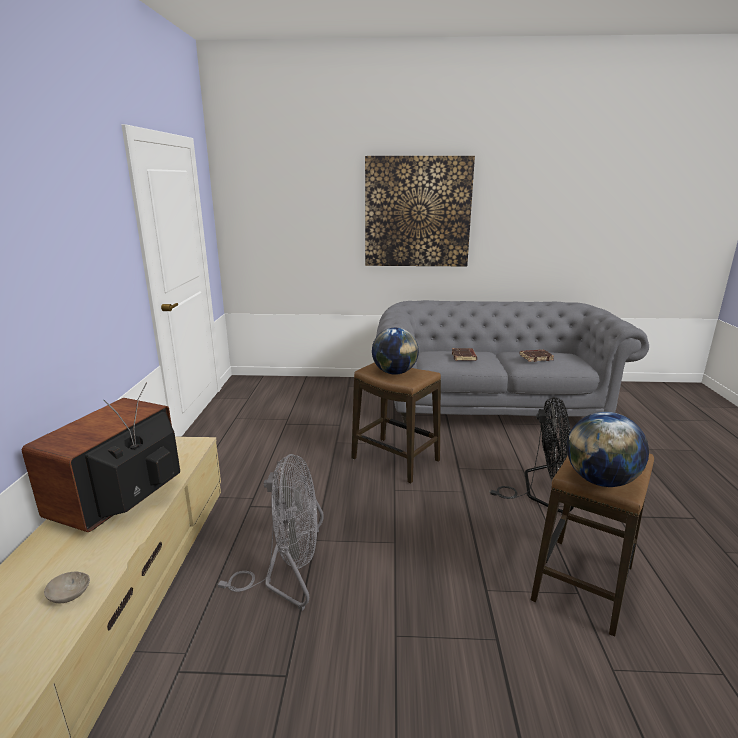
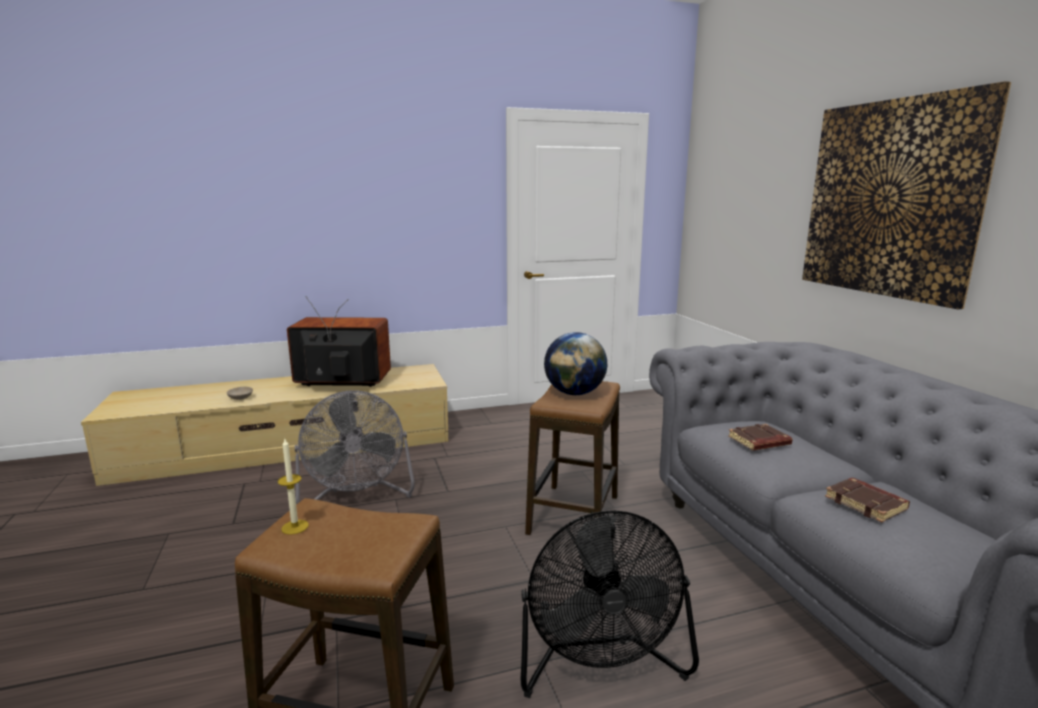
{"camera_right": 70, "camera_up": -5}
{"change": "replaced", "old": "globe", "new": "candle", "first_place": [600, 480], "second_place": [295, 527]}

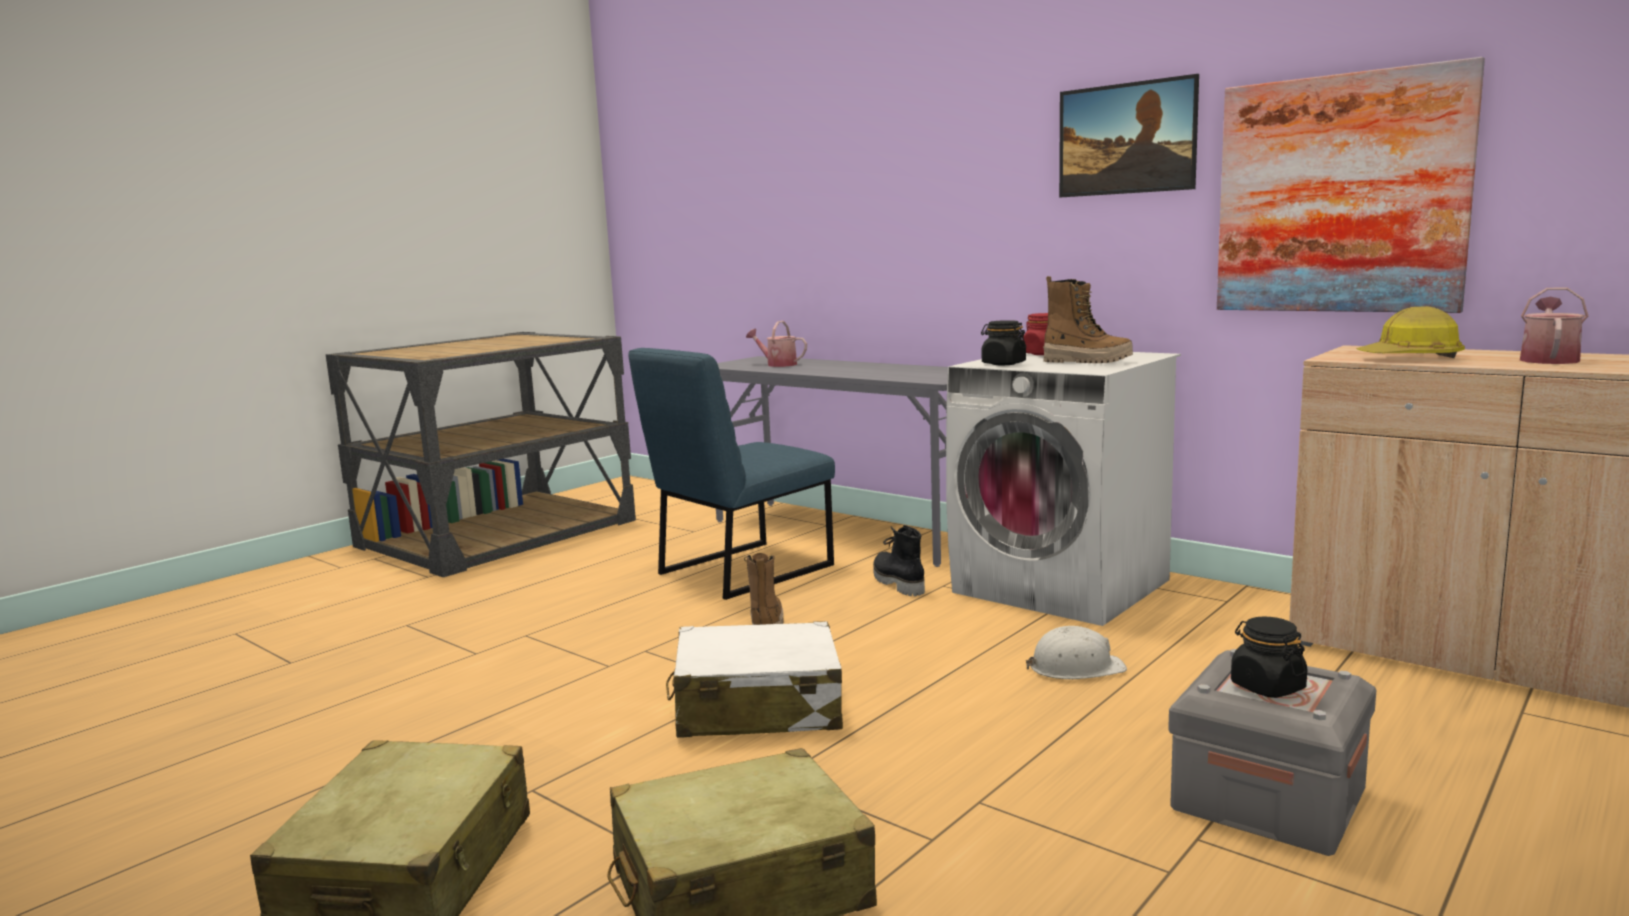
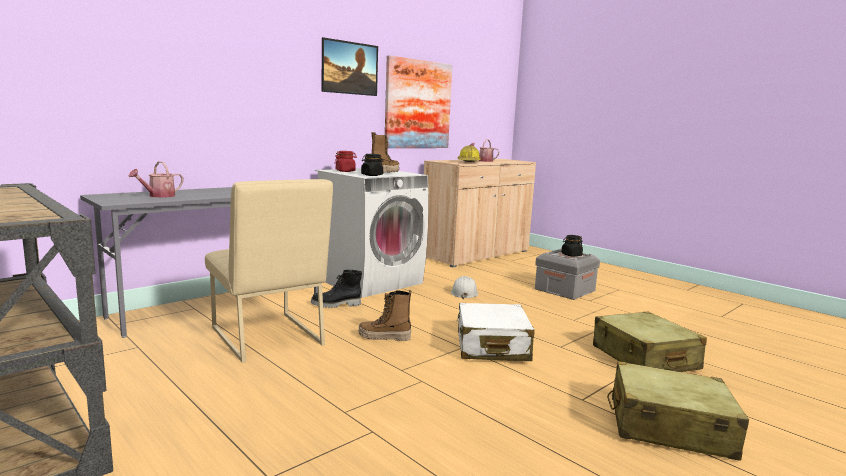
{"camera_right": -85, "camera_up": 0}
{"change": "recoloured", "old": "chair (blue)", "new": "chair (beige)", "first_place": [741, 570], "second_place": [267, 337]}

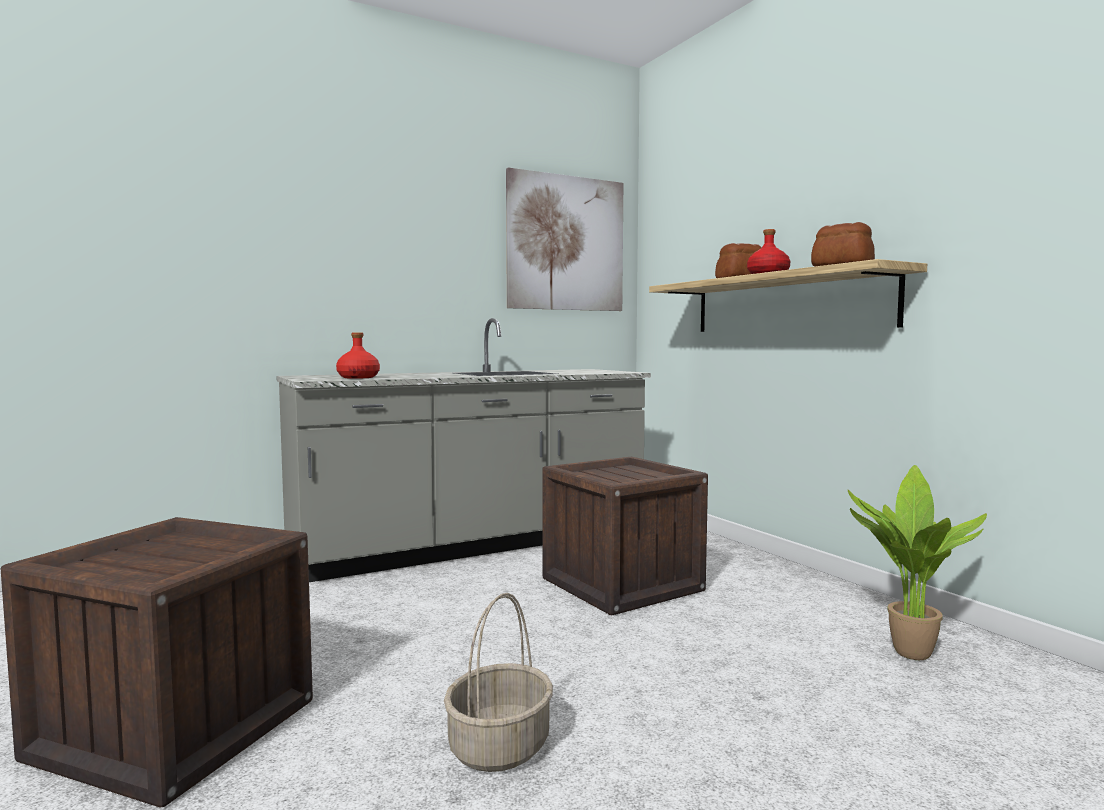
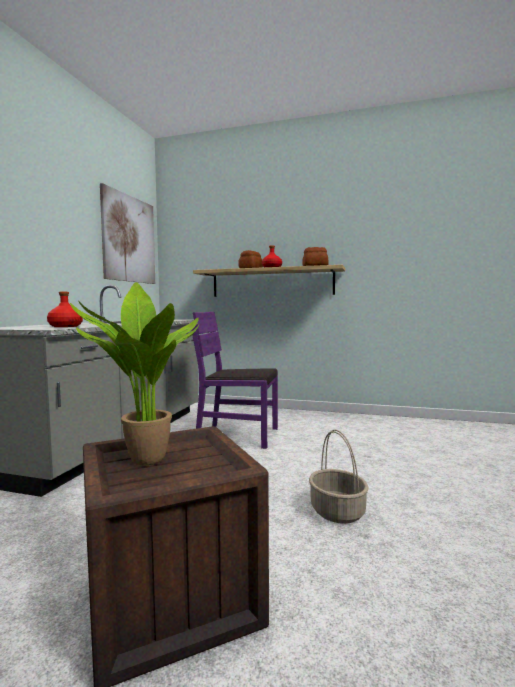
{"camera_right": -45, "camera_up": 0}
{"change": "moved", "old": "potted plant", "first_place": [905, 652], "second_place": [141, 460]}
{"change": "replaced", "old": "crate", "new": "chair (purple)", "first_place": [622, 584], "second_place": [238, 435]}

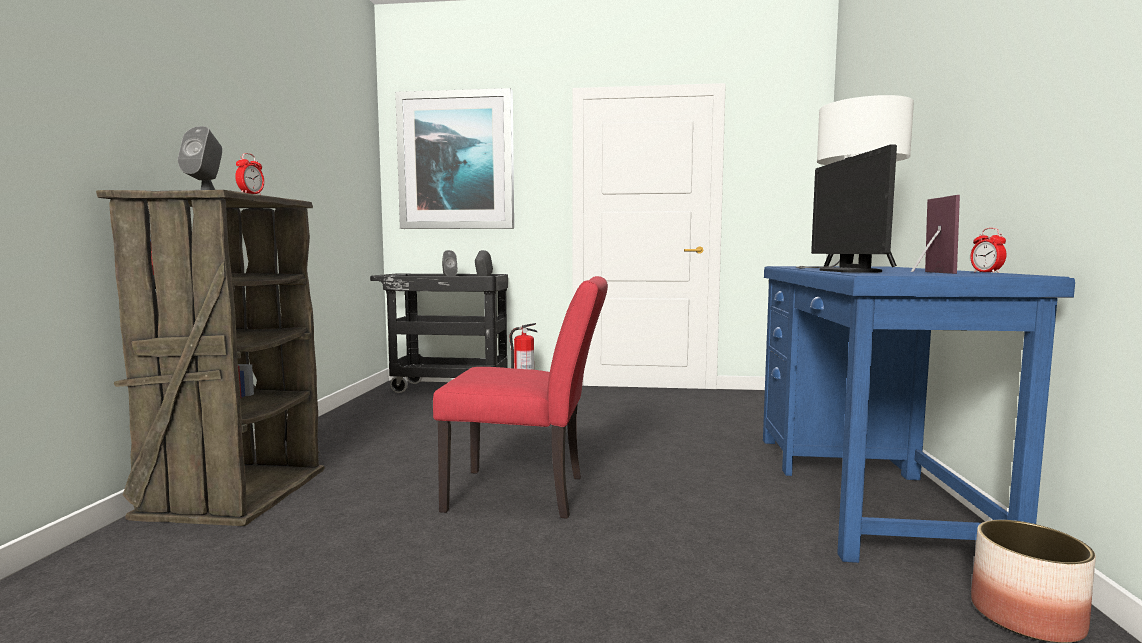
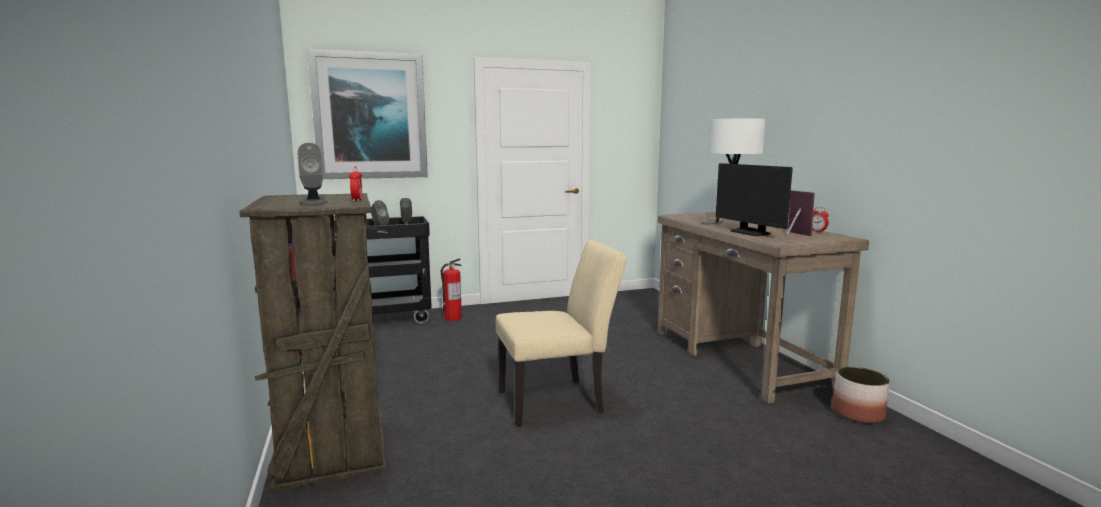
{"camera_right": -25, "camera_up": 5}
{"change": "recoloured", "old": "chair (red)", "new": "chair (beige)", "first_place": [528, 494], "second_place": [558, 400]}
{"change": "recoloured", "old": "desk (blue)", "new": "desk (brown)", "first_place": [864, 489], "second_place": [740, 358]}

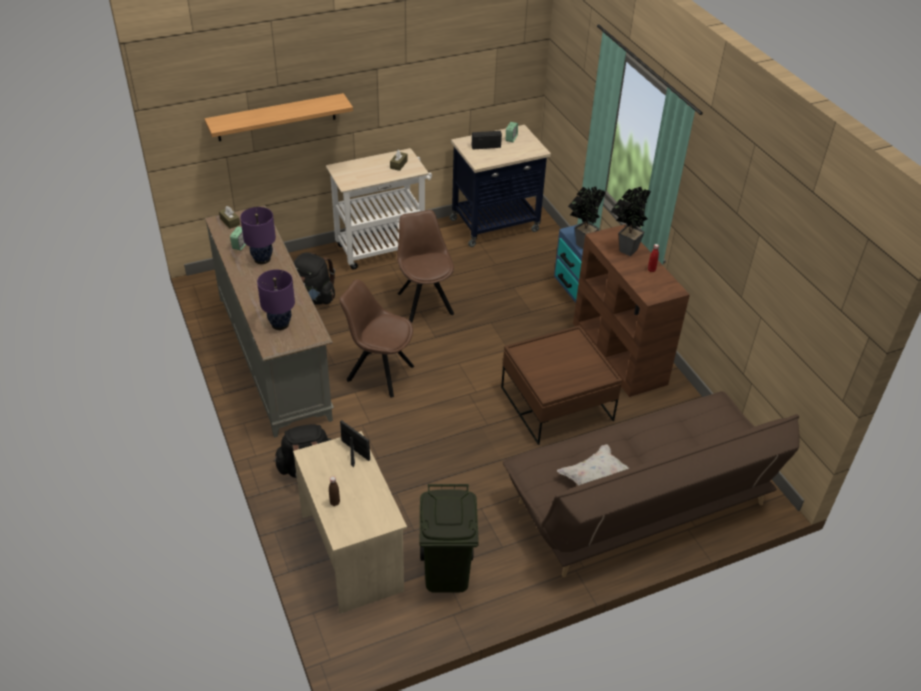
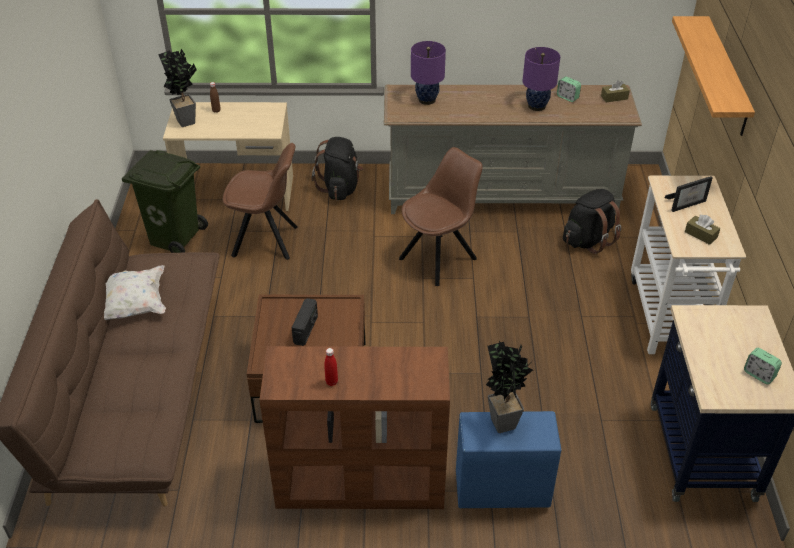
{"camera_right": 115, "camera_up": 0}
{"change": "moved", "old": "potted plant", "first_place": [625, 251], "second_place": [186, 119]}
{"change": "moved", "old": "chair (brown)", "first_place": [424, 303], "second_place": [266, 241]}
{"change": "moved", "old": "radio", "first_place": [486, 146], "second_place": [306, 330]}
{"change": "moved", "old": "picture frame", "first_place": [352, 452], "second_place": [686, 203]}

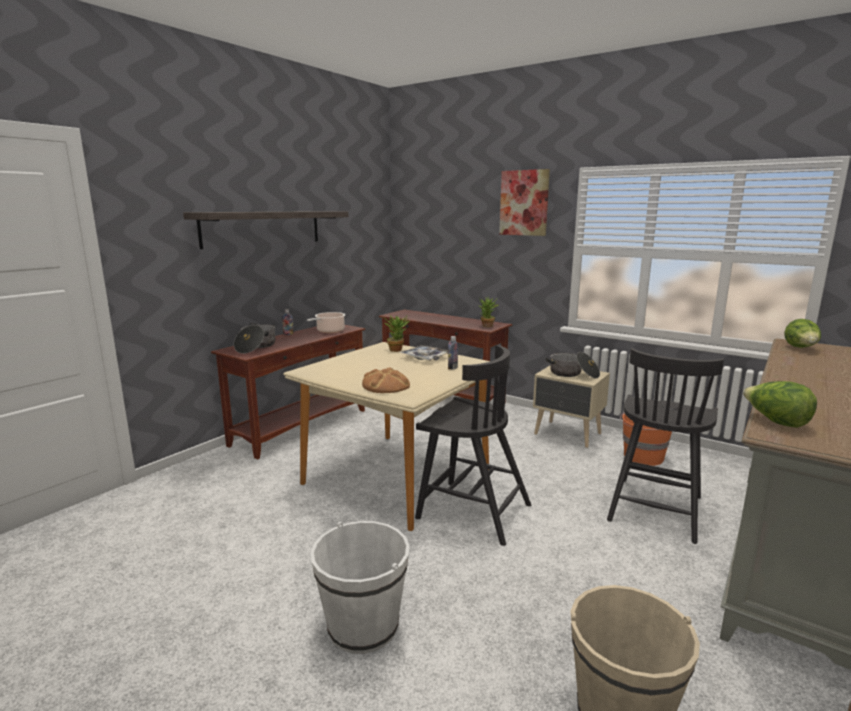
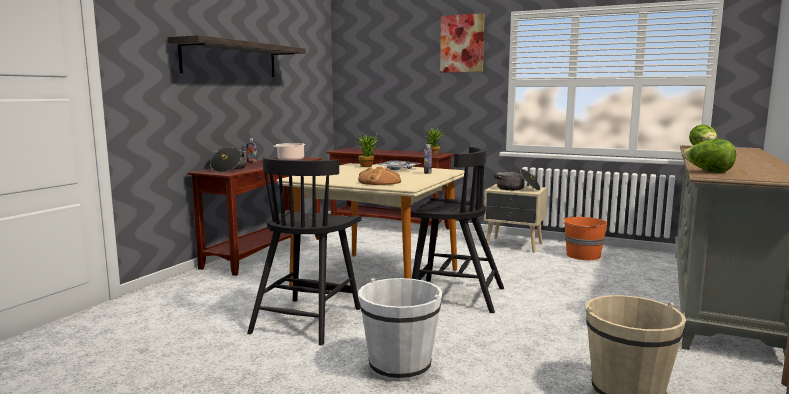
{"camera_right": -10, "camera_up": -5}
{"change": "moved", "old": "chair (black)", "first_place": [655, 506], "second_place": [308, 319]}

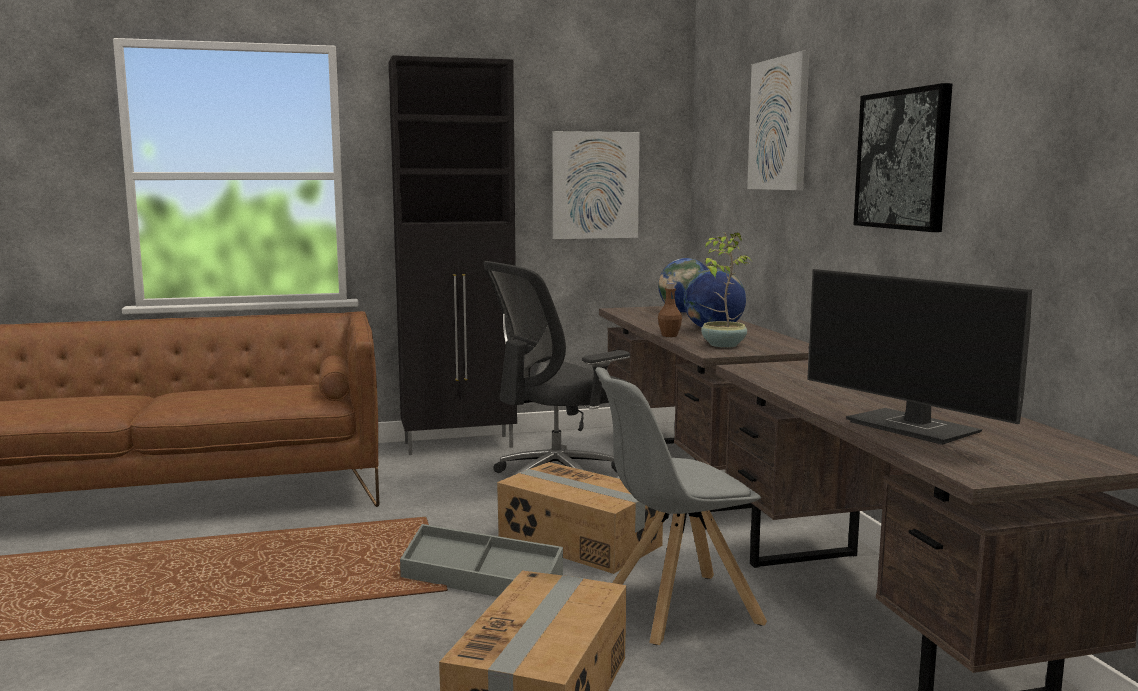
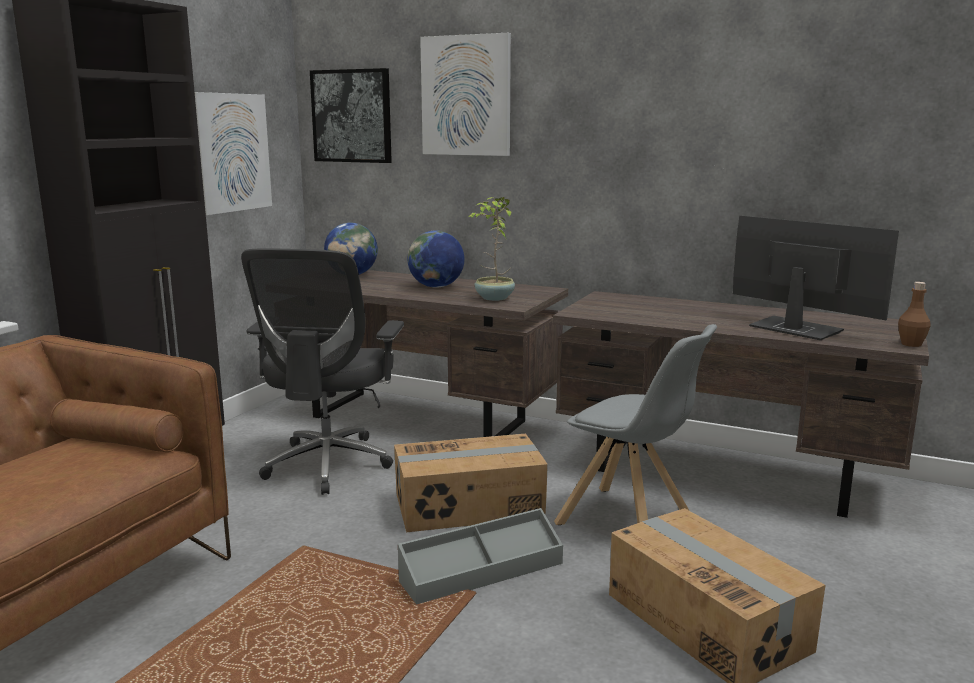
{"camera_right": -50, "camera_up": 5}
{"change": "moved", "old": "picture", "first_place": [903, 160], "second_place": [352, 116]}
{"change": "turned", "old": "chair (grey)", "first_place": [676, 608], "second_place": [630, 520], "degrees": -75}
{"change": "turned", "old": "monitor", "first_place": [914, 428], "second_place": [793, 329], "degrees": -135}
{"change": "moved", "old": "bottle (brown)", "first_place": [669, 335], "second_place": [911, 344]}

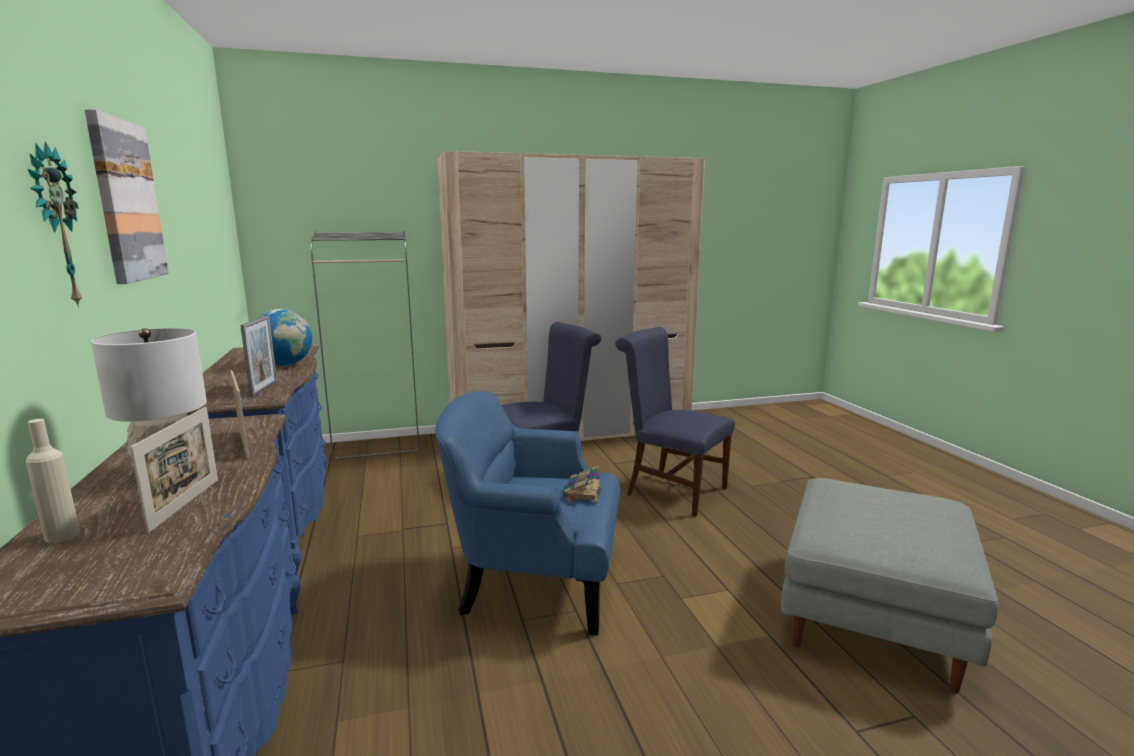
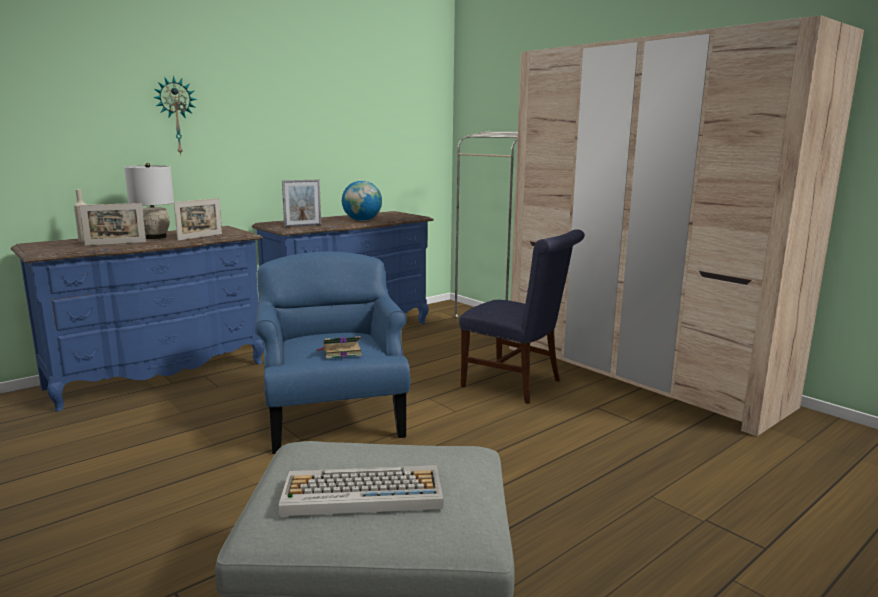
{"camera_right": 65, "camera_up": 0}
{"change": "added", "new": "keyboard", "second_place": [361, 493]}
{"change": "removed", "old": "picture", "first_place": [126, 201]}
{"change": "removed", "old": "chair (blue)", "first_place": [670, 490]}

